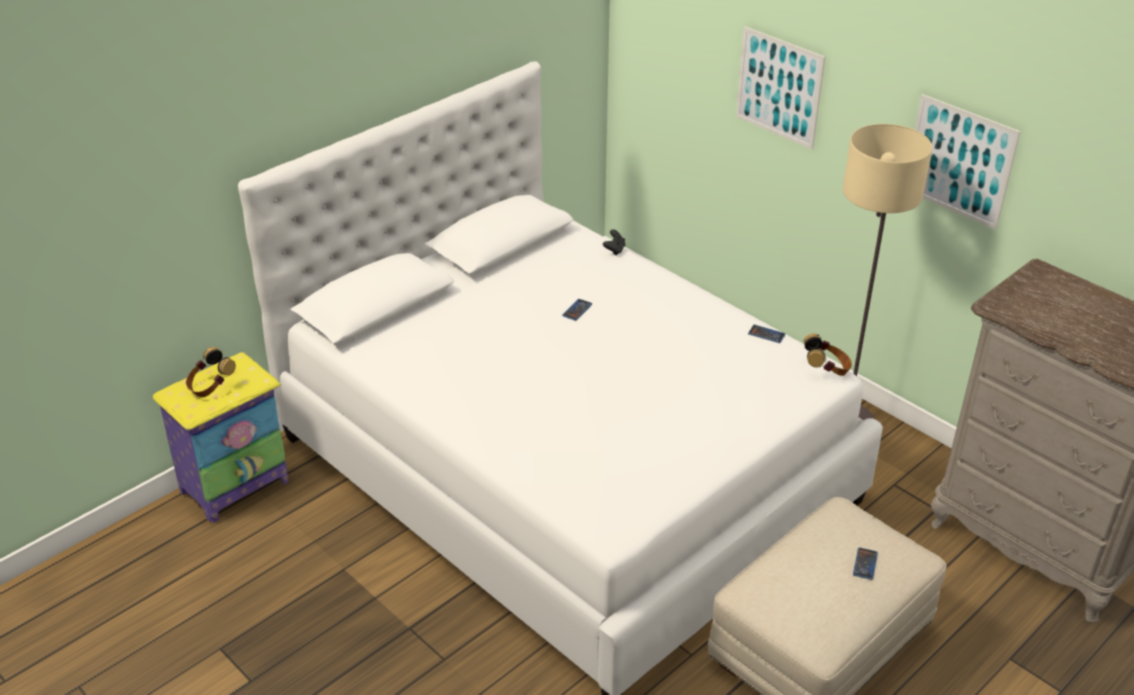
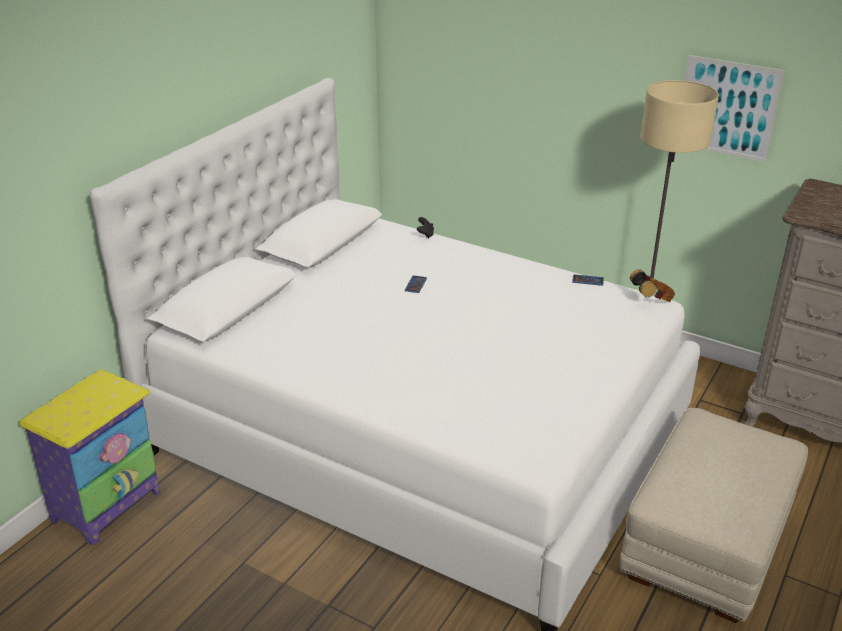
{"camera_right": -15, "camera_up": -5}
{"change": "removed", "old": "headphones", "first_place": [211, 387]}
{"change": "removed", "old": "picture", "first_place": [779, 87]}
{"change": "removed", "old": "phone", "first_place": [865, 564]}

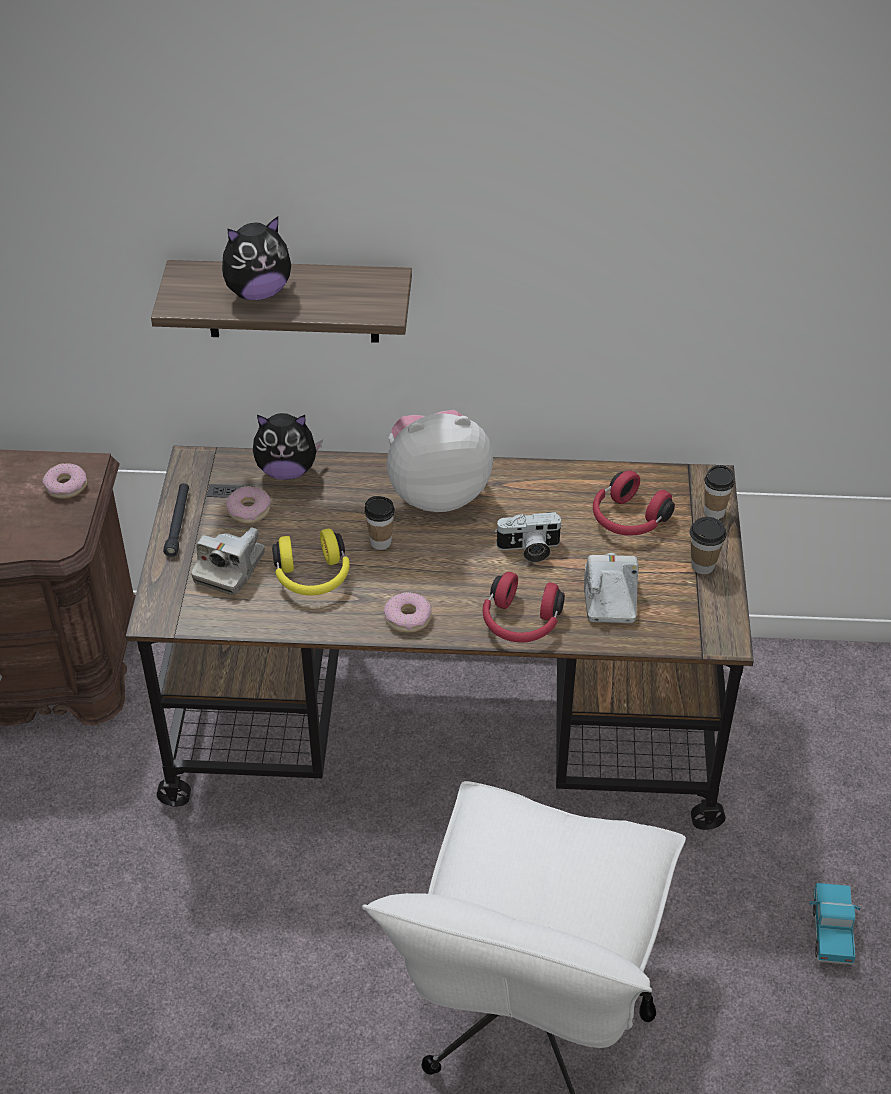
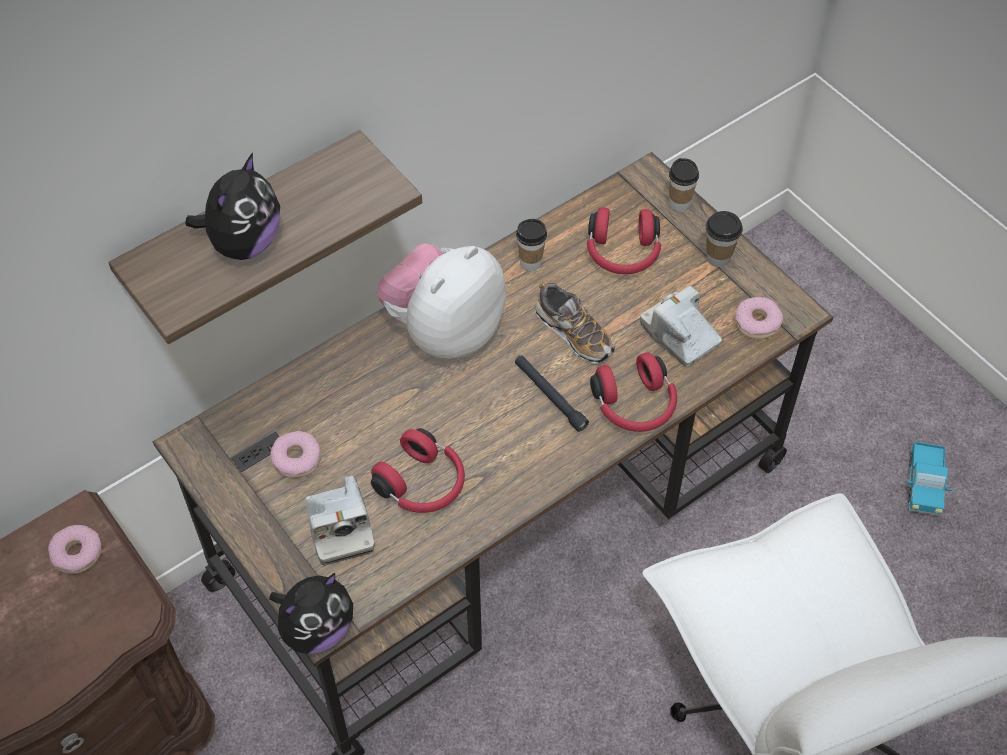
{"camera_right": -40, "camera_up": 10}
{"change": "moved", "old": "plush toy", "first_place": [287, 470], "second_place": [316, 629]}
{"change": "recoloured", "old": "headphones (yellow)", "new": "headphones (red)", "first_place": [313, 577], "second_place": [422, 485]}
{"change": "moved", "old": "flashlight (black)", "first_place": [178, 523], "second_place": [550, 396]}
{"change": "moved", "old": "cup", "first_place": [380, 542], "second_place": [530, 263]}
{"change": "replaced", "old": "photo camera", "new": "shoe", "first_place": [529, 549], "second_place": [574, 333]}
{"change": "moved", "old": "donut", "first_place": [408, 618], "second_place": [757, 323]}
{"change": "turned", "old": "toy truck", "first_place": [831, 931], "second_place": [923, 486], "degrees": -135}

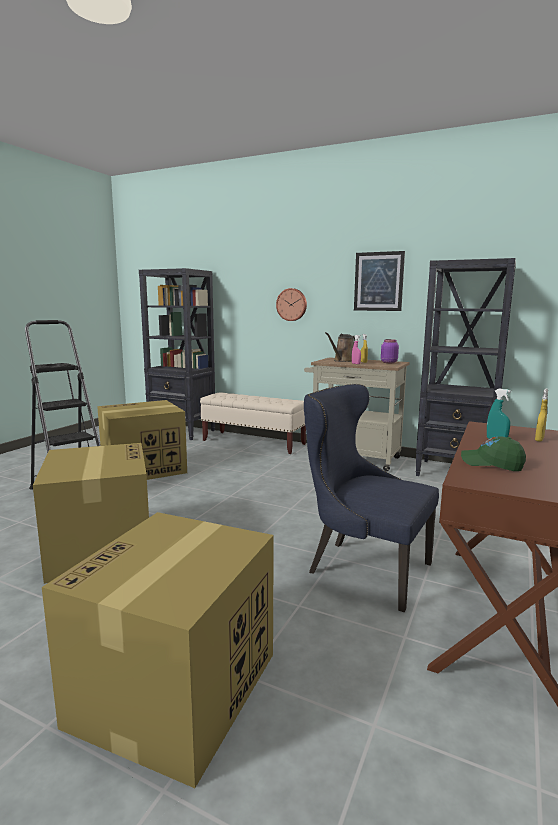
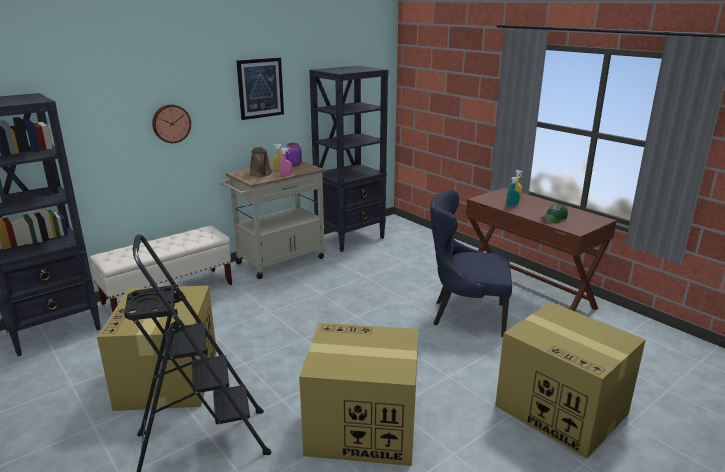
{"camera_right": -65, "camera_up": 10}
{"change": "turned", "old": "chair (blue)", "first_place": [364, 569], "second_place": [466, 316], "degrees": 45}

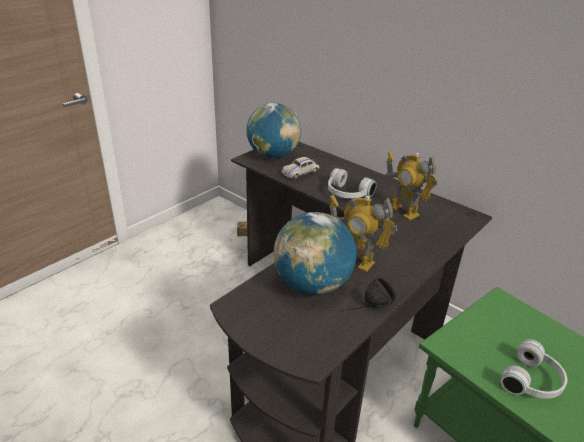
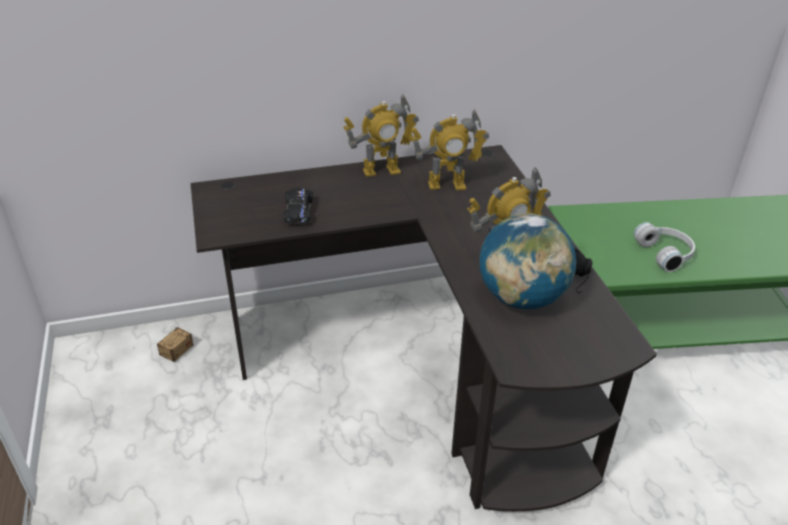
{"camera_right": -55, "camera_up": 5}
{"change": "recoloured", "old": "toy car (white)", "new": "toy car (black)", "first_place": [300, 173], "second_place": [298, 212]}
{"change": "added", "new": "toy robot", "second_place": [381, 171]}
{"change": "removed", "old": "globe", "first_place": [273, 156]}
{"change": "removed", "old": "headphones (white)", "first_place": [347, 194]}

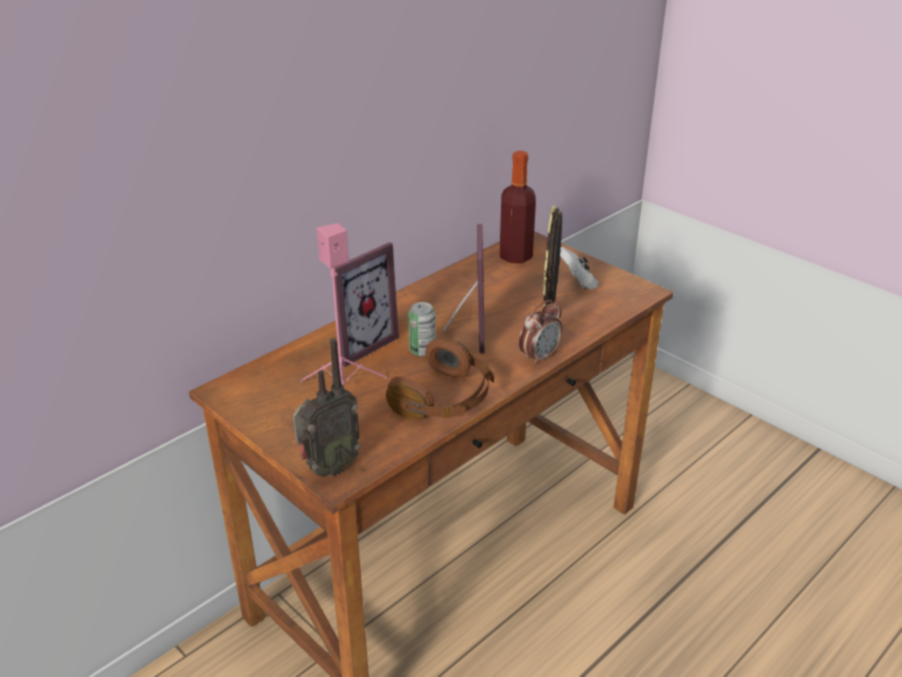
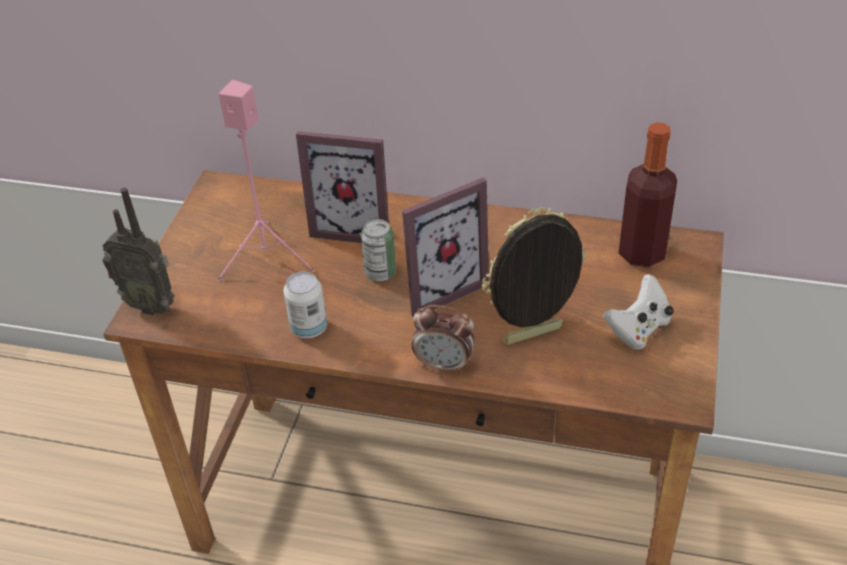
{"camera_right": 60, "camera_up": 10}
{"change": "replaced", "old": "headphones (brown)", "new": "can", "first_place": [445, 399], "second_place": [309, 328]}

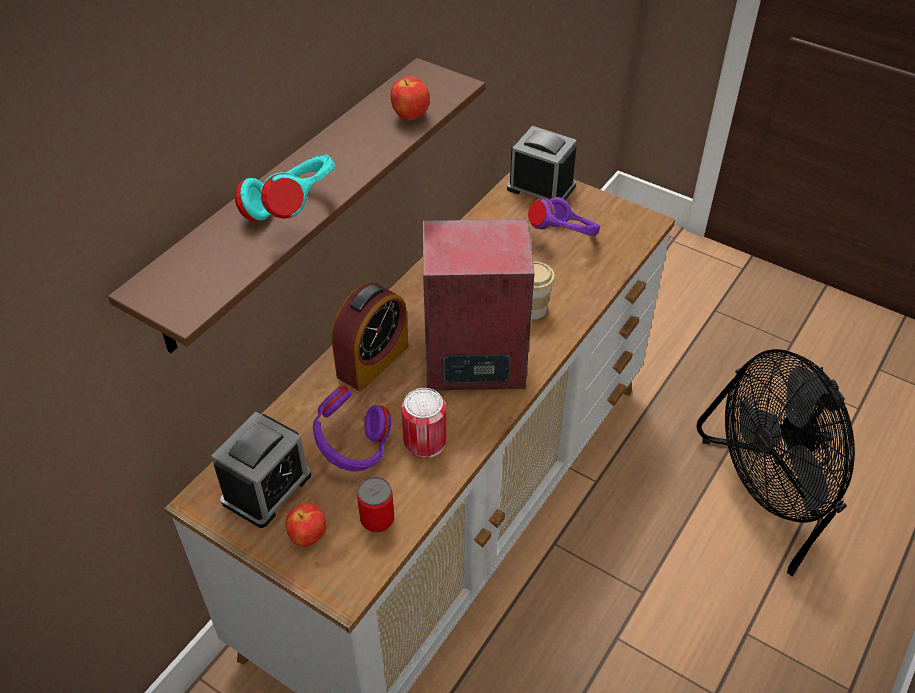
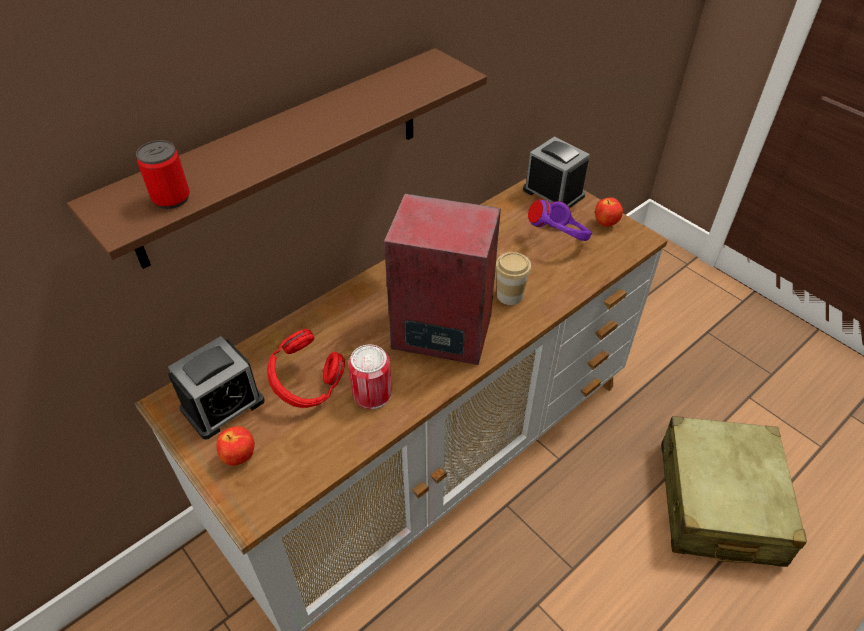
{"camera_right": 15, "camera_up": 0}
{"change": "moved", "old": "can", "first_place": [377, 519], "second_place": [171, 198]}
{"change": "recoloured", "old": "headphones (purple)", "new": "headphones (red)", "first_place": [353, 449], "second_place": [308, 387]}
{"change": "moved", "old": "apple", "first_place": [411, 117], "second_place": [605, 224]}
{"change": "replaced", "old": "fan (black)", "new": "suitcase (beige)", "first_place": [772, 489], "second_place": [718, 502]}
{"change": "removed", "old": "headphones (turquoise)", "first_place": [293, 212]}
{"change": "removed", "old": "alarm clock", "first_place": [372, 361]}

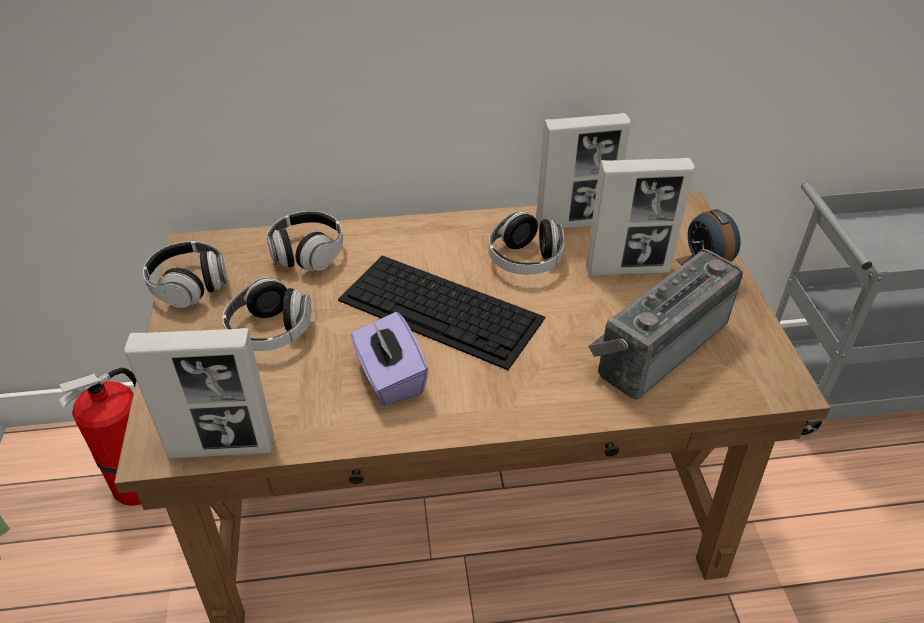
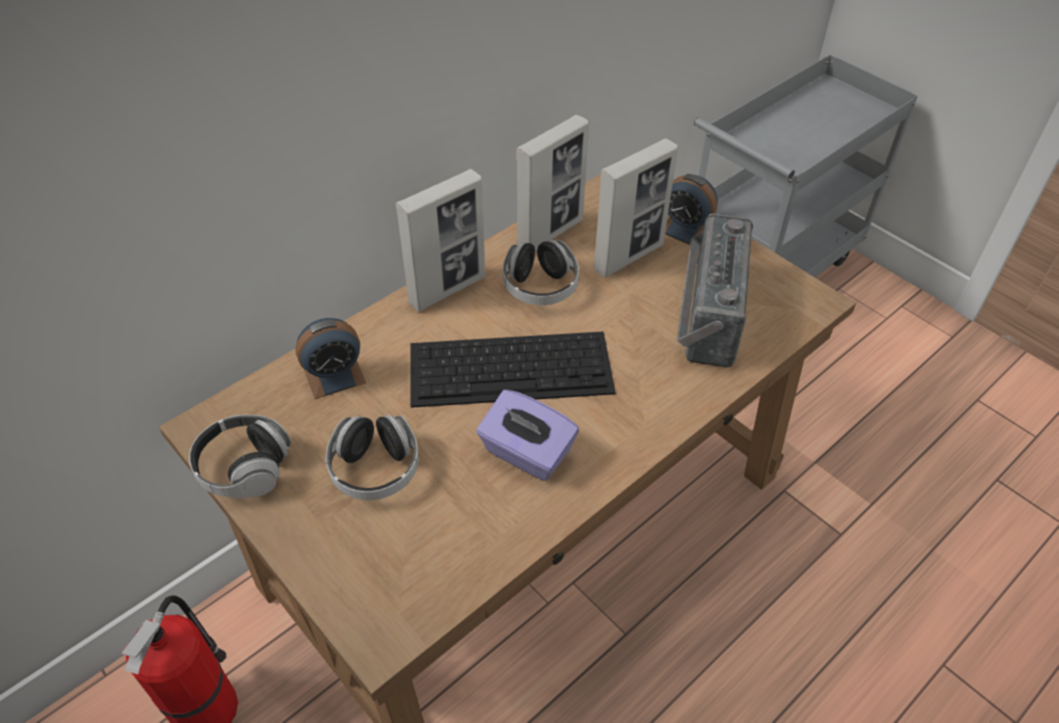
{"camera_right": -35, "camera_up": 5}
{"change": "replaced", "old": "headphones", "new": "alarm clock", "first_place": [307, 254], "second_place": [334, 376]}
{"change": "moved", "old": "picture frame", "first_place": [222, 447], "second_place": [447, 290]}

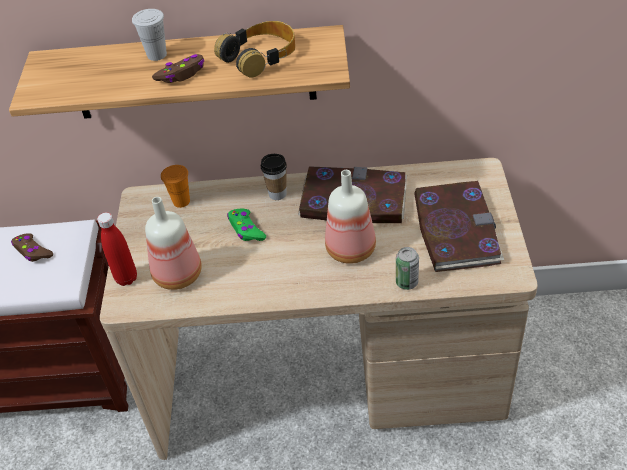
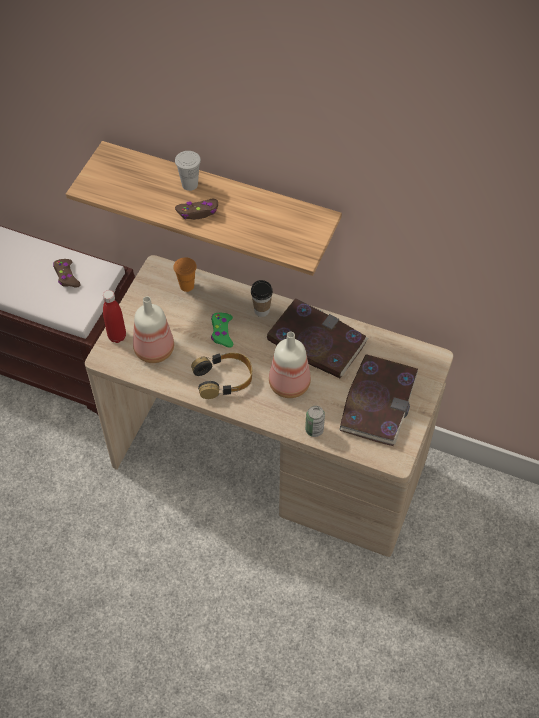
{"camera_right": 20, "camera_up": 10}
{"change": "moved", "old": "headphones", "first_place": [260, 56], "second_place": [224, 379]}

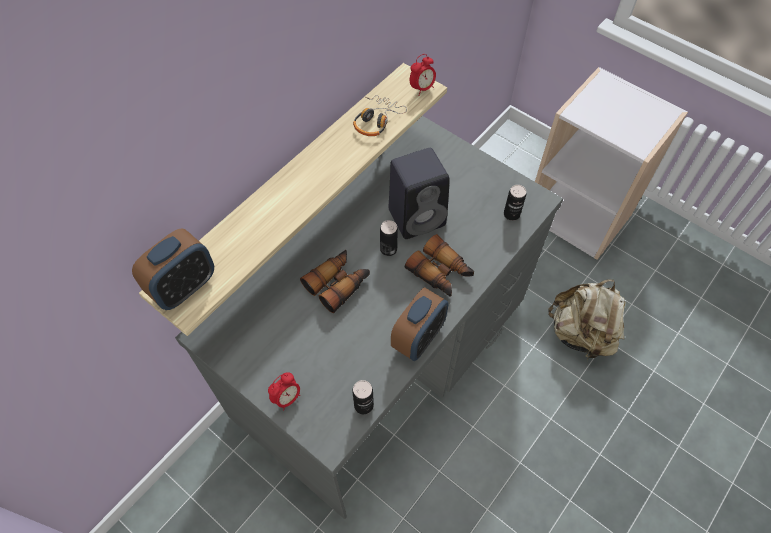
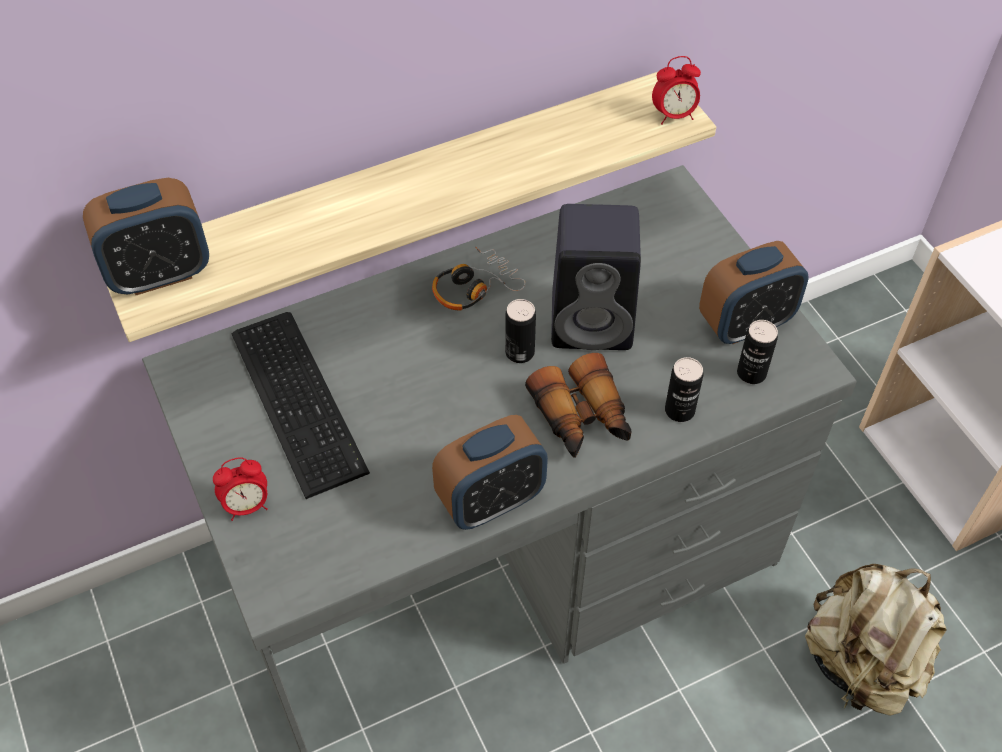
{"camera_right": 25, "camera_up": -5}
{"change": "added", "new": "keyboard", "second_place": [300, 398]}
{"change": "moved", "old": "headphones", "first_place": [376, 120], "second_place": [474, 287]}
{"change": "moved", "old": "can", "first_place": [363, 405], "second_place": [679, 410]}
{"change": "added", "new": "alarm clock", "second_place": [745, 324]}
{"change": "removed", "old": "binoculars", "first_place": [338, 283]}

